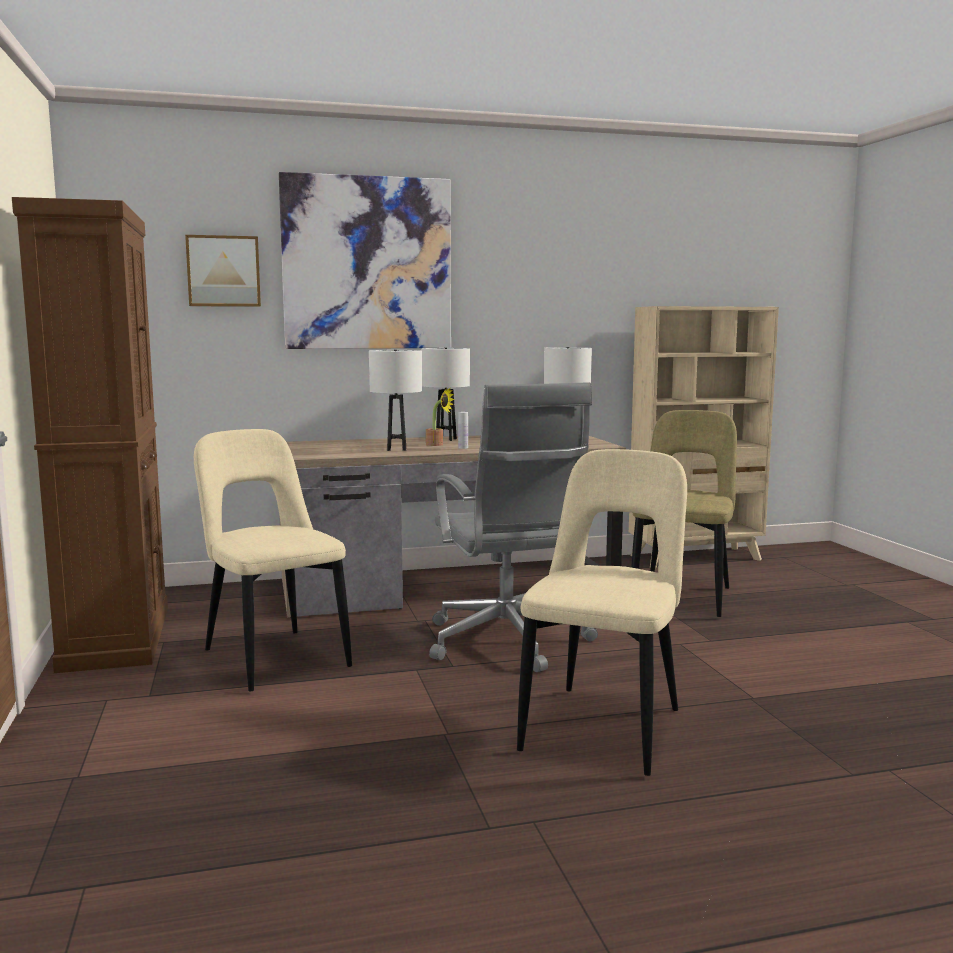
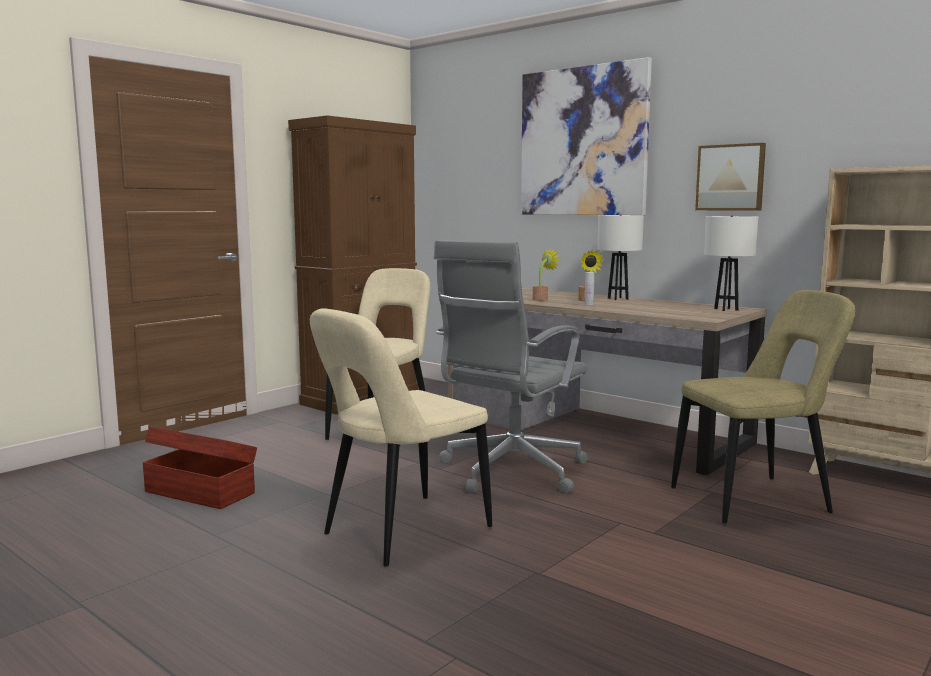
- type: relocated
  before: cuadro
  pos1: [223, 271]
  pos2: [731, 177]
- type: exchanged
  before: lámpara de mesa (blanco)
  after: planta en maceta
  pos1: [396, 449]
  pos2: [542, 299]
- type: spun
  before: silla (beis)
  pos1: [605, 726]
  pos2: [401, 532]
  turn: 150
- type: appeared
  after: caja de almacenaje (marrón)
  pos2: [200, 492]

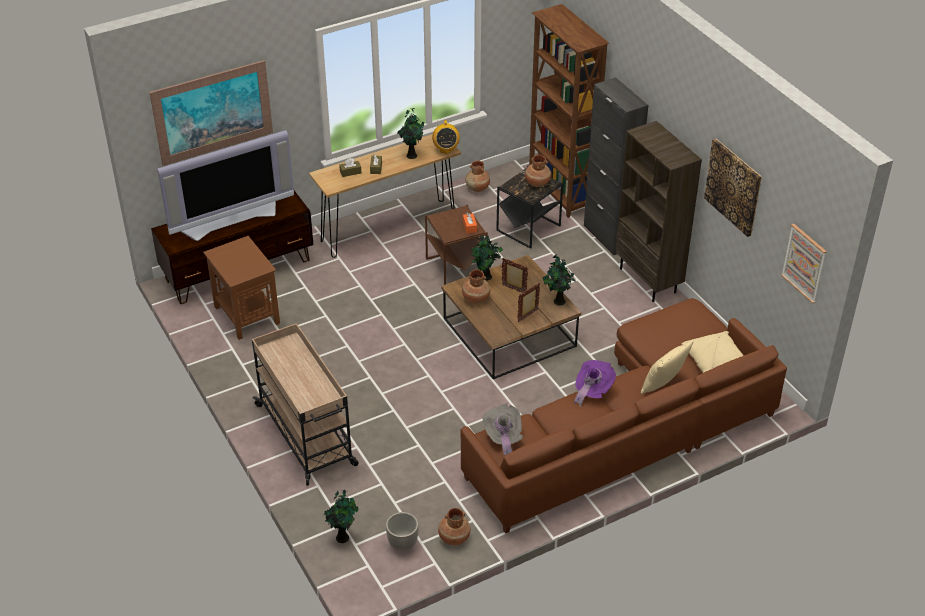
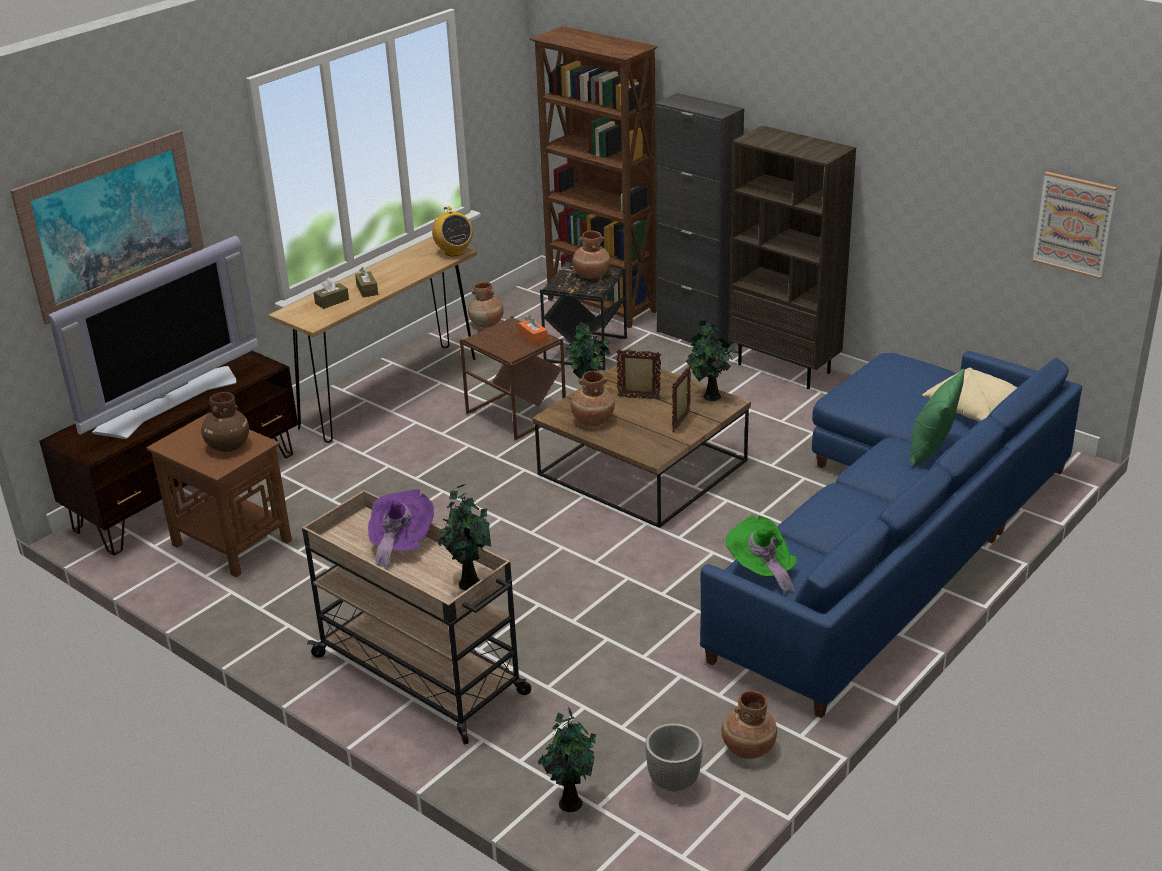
- type: relocated
  before: planta en maceta
  pos1: [411, 155]
  pos2: [468, 582]
- type: missing
  before: cuadro
  pos1: [733, 187]
- type: colour
  before: sofá (marrón)
  after: sofá (azul)
  pos1: [630, 429]
  pos2: [894, 536]
- type: colour
  before: cojín (beis)
  after: cojín (verde)
  pos1: [663, 384]
  pos2: [931, 450]
- type: relocated
  before: sombrero (morado)
  pos1: [592, 390]
  pos2: [400, 544]
- type: colour
  before: sombrero (gris)
  after: sombrero (verde)
  pos1: [503, 437]
  pos2: [762, 570]
- type: appeared
  after: florero (marrón)
  pos2: [228, 446]

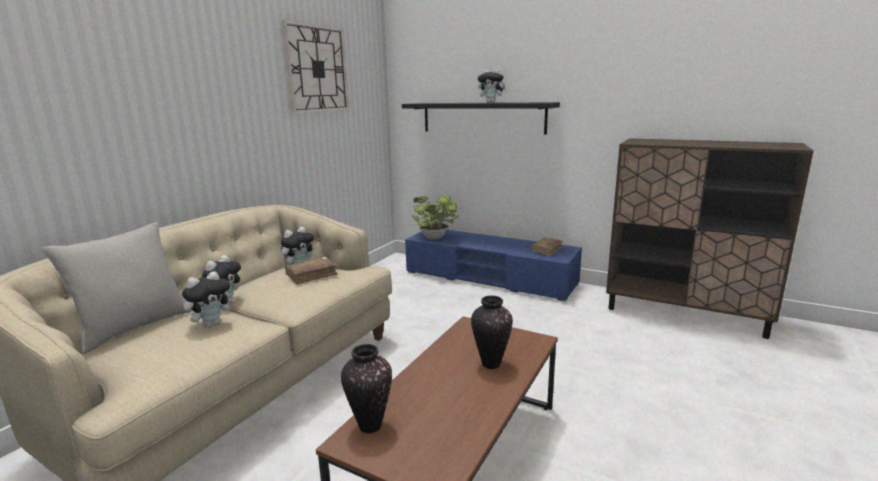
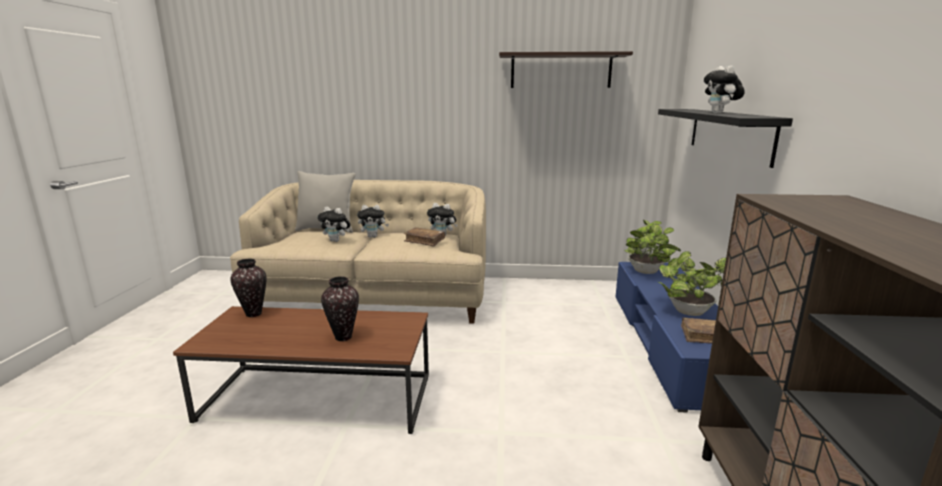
- type: exchanged
  before: reloj de pared
  after: estante
  pos1: [317, 69]
  pos2: [561, 71]
- type: appeared
  after: planta en maceta
  pos2: [685, 311]

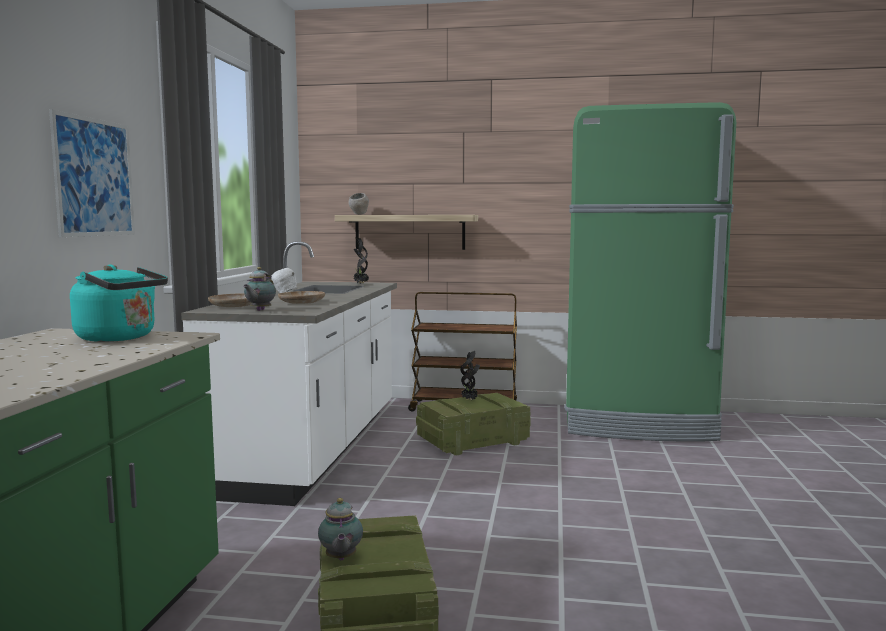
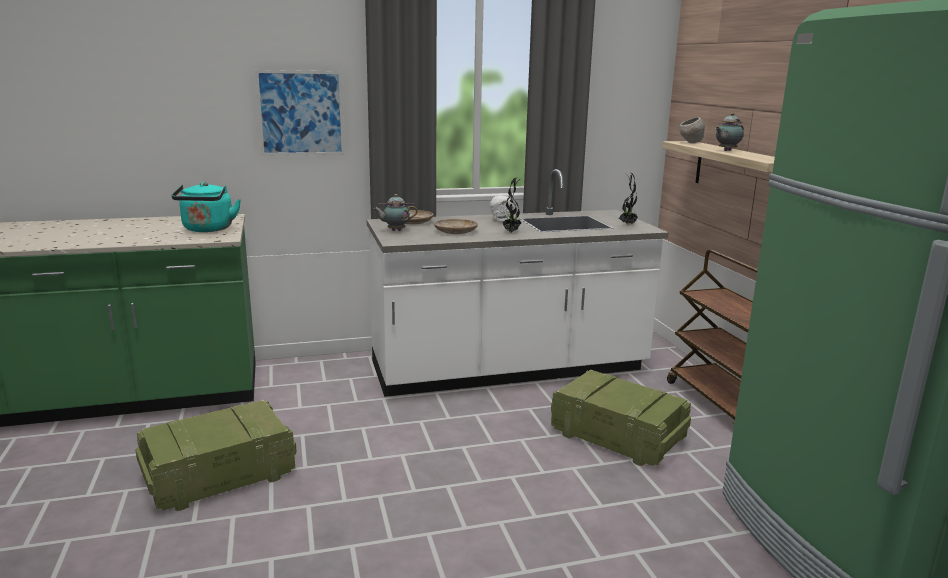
- type: relocated
  before: planta en maceta
  pos1: [470, 400]
  pos2: [511, 232]
- type: relocated
  before: tetera
  pos1: [340, 559]
  pos2: [726, 151]

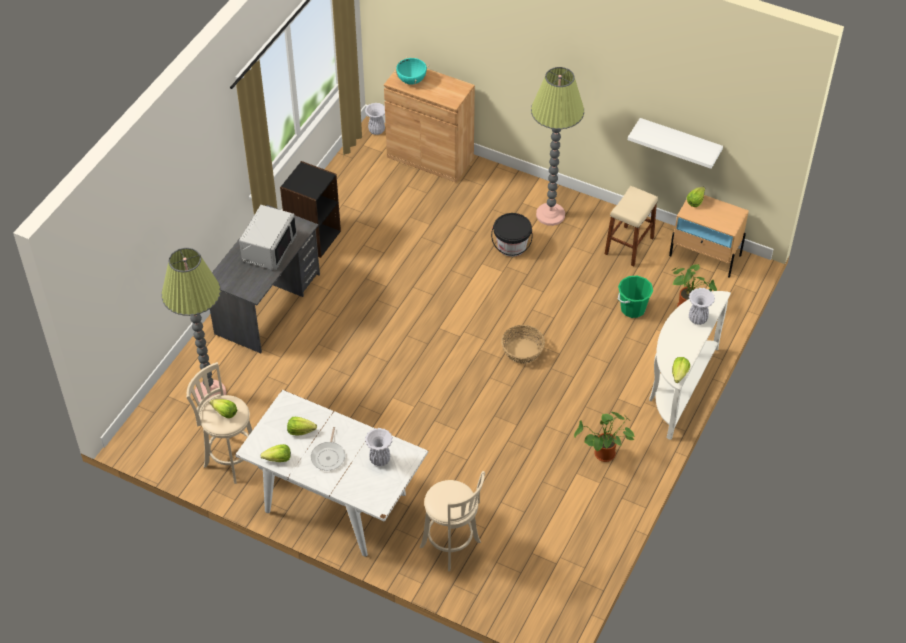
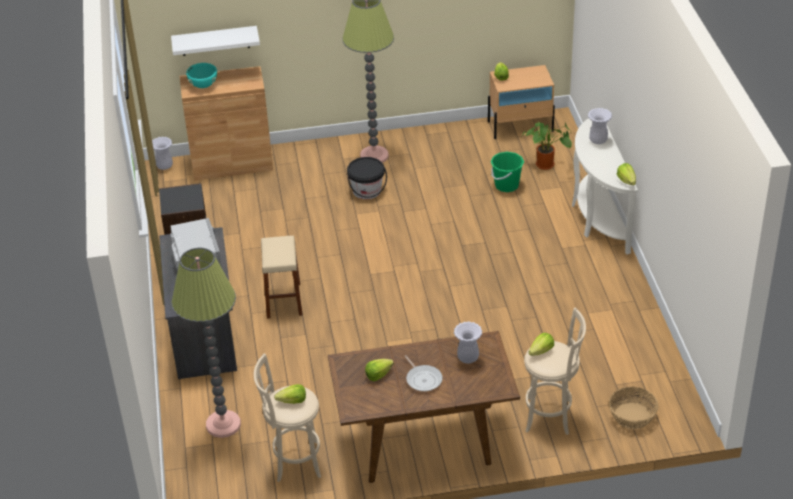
- type: relocated
  before: estante (blanco)
  pos1: [679, 140]
  pos2: [215, 41]
- type: relocated
  before: taburete (beis)
  pos1: [629, 246]
  pos2: [283, 300]
- type: relocated
  before: cesta
  pos1: [522, 351]
  pos2: [632, 415]
- type: colour
  before: mesa de comedor (blanco)
  after: mesa de comedor (marrón)
  pos1: [336, 503]
  pos2: [424, 441]
- type: missing
  before: planta en maceta
  pos1: [603, 456]
- type: relocated
  before: lechuga
  pos1: [278, 459]
  pos2: [541, 351]

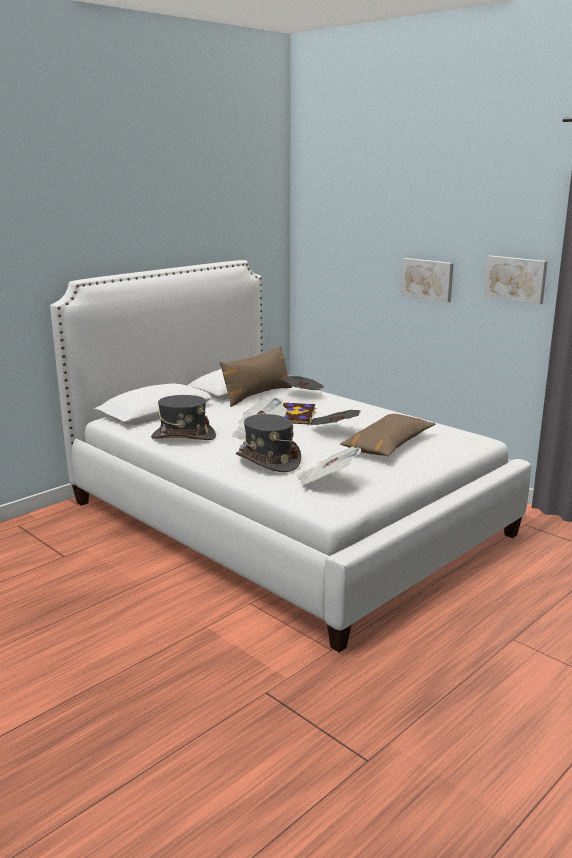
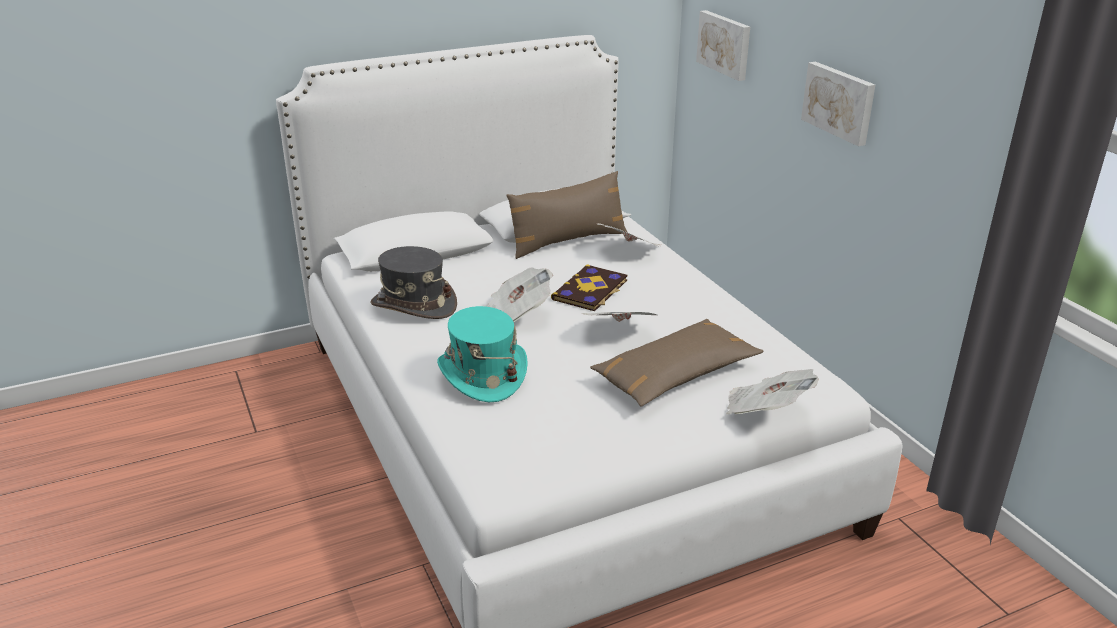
- type: relocated
  before: cuadro
  pos1: [516, 279]
  pos2: [725, 44]
- type: colour
  before: sombrero (gris)
  after: sombrero (turquesa)
  pos1: [268, 461]
  pos2: [482, 375]
- type: relocated
  before: periódico
  pos1: [326, 481]
  pos2: [765, 411]

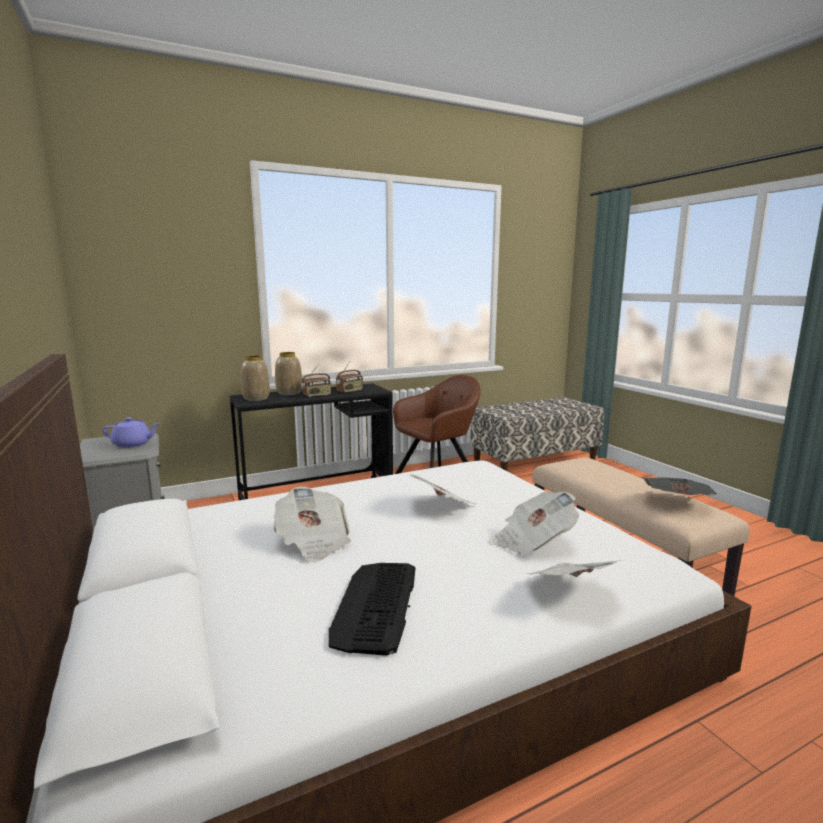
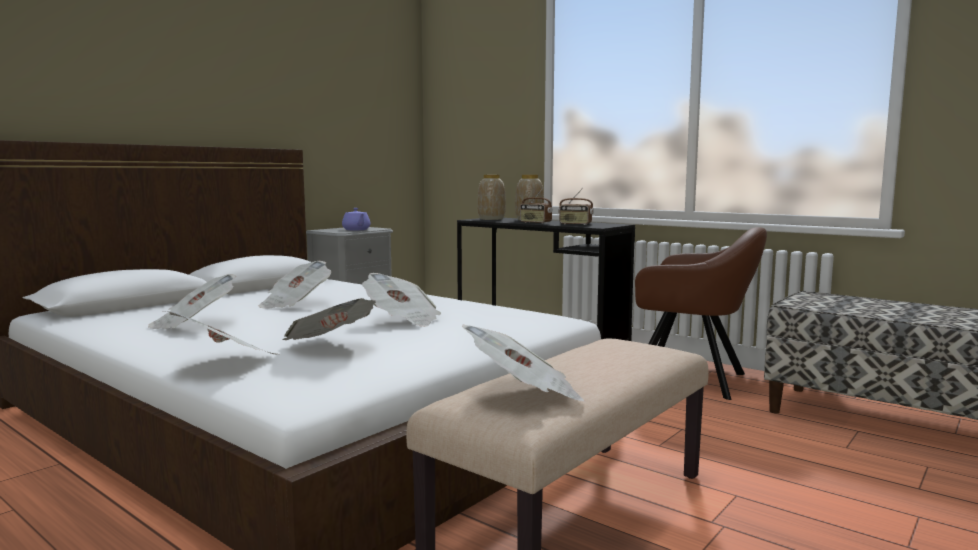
- type: exchanged
  before: teclado
  after: periódico
  pos1: [376, 605]
  pos2: [194, 324]

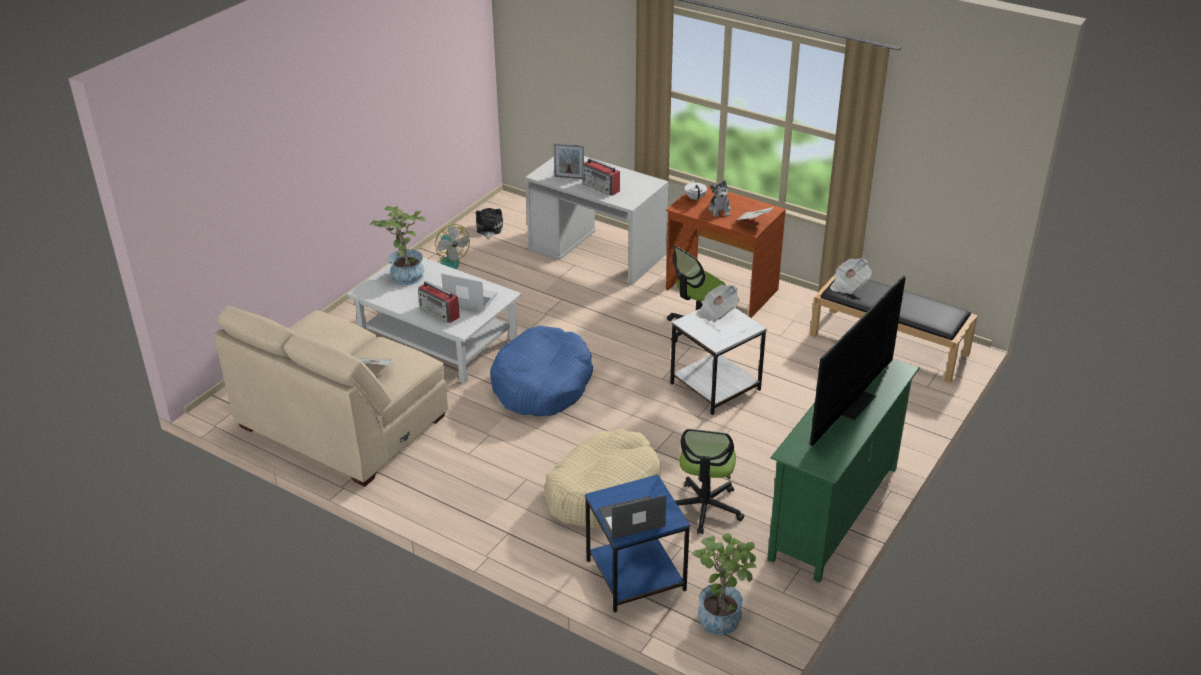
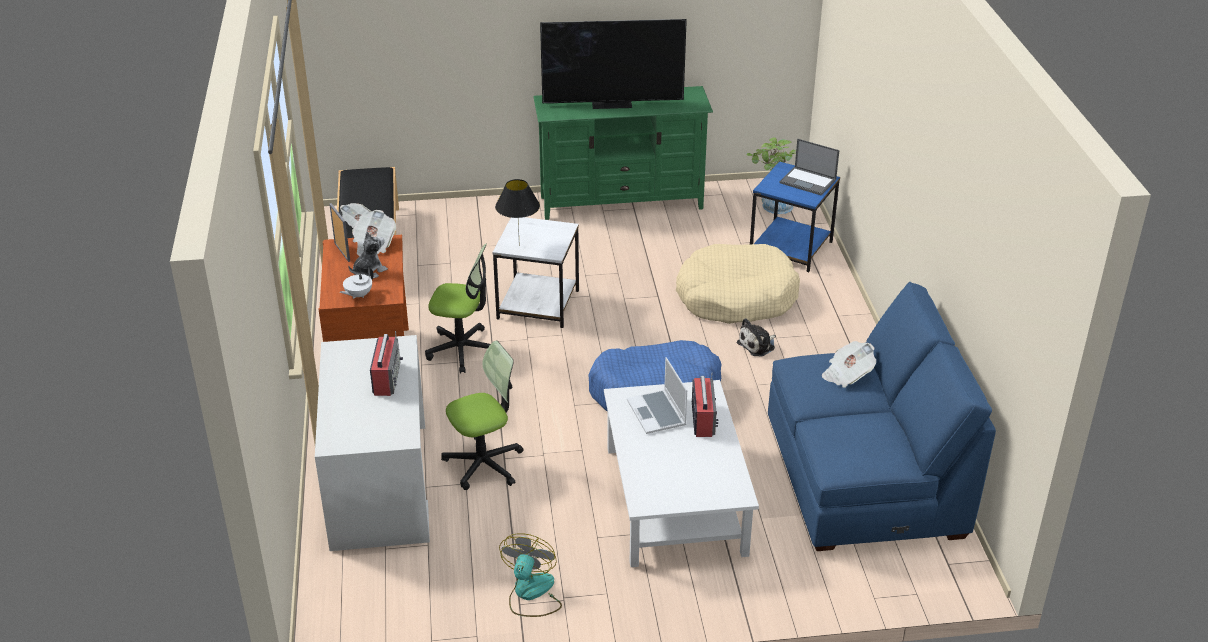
- type: relocated
  before: portarretratos
  pos1: [569, 177]
  pos2: [342, 252]
- type: missing
  before: planta en maceta
  pos1: [405, 273]
- type: relocated
  before: peluche
  pos1: [489, 229]
  pos2: [758, 345]
- type: exchanged
  before: periódico
  after: lámpara de mesa (negro)
  pos1: [716, 312]
  pos2: [519, 245]
- type: colour
  before: sofá (beis)
  after: sofá (azul)
  pos1: [343, 422]
  pos2: [863, 478]
- type: relocated
  before: silla de oficina
  pos1: [704, 508]
  pos2: [484, 464]

